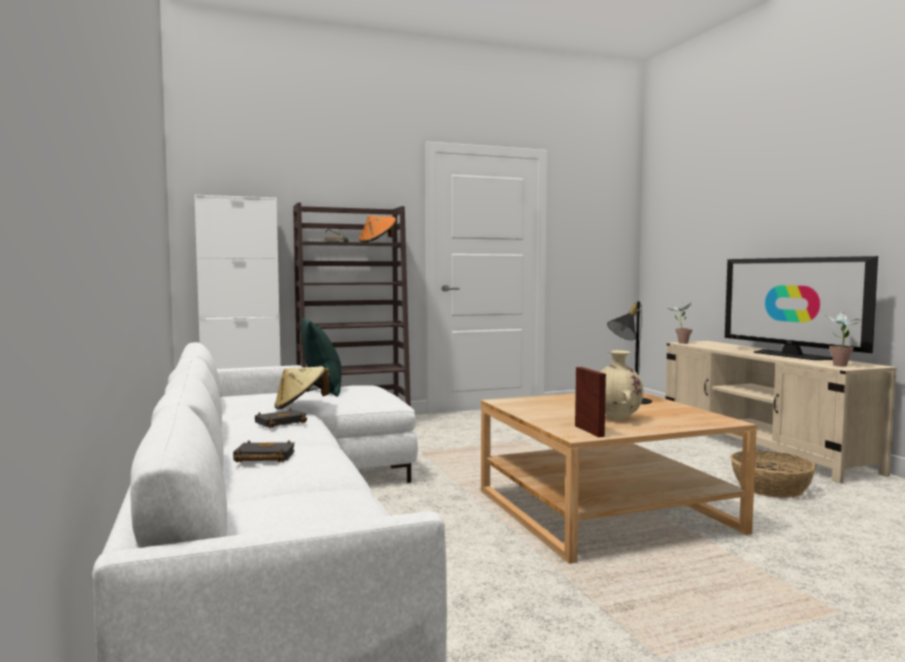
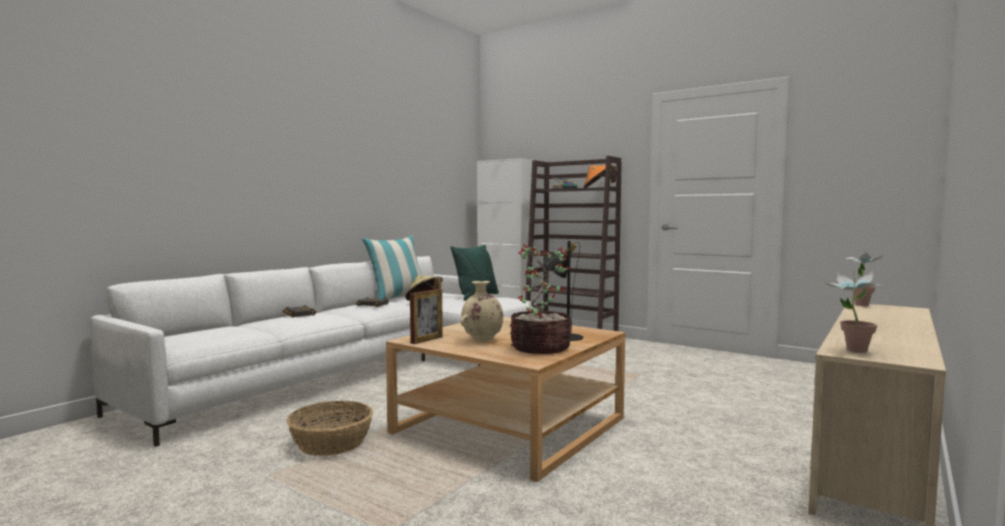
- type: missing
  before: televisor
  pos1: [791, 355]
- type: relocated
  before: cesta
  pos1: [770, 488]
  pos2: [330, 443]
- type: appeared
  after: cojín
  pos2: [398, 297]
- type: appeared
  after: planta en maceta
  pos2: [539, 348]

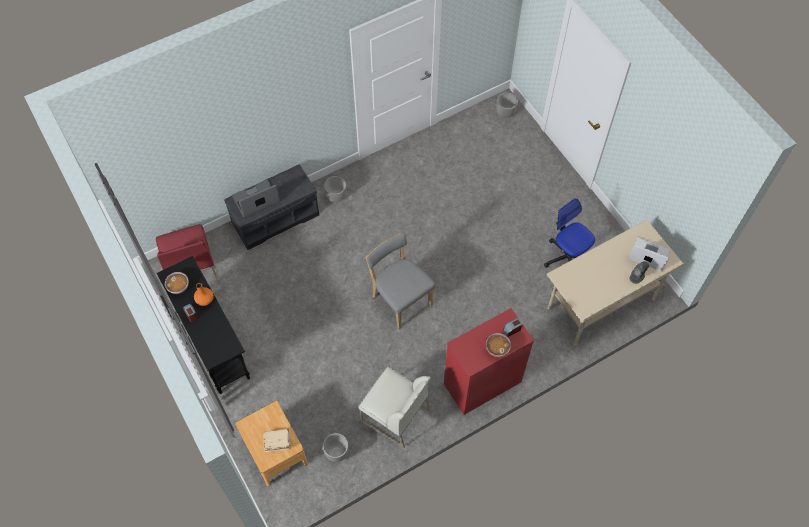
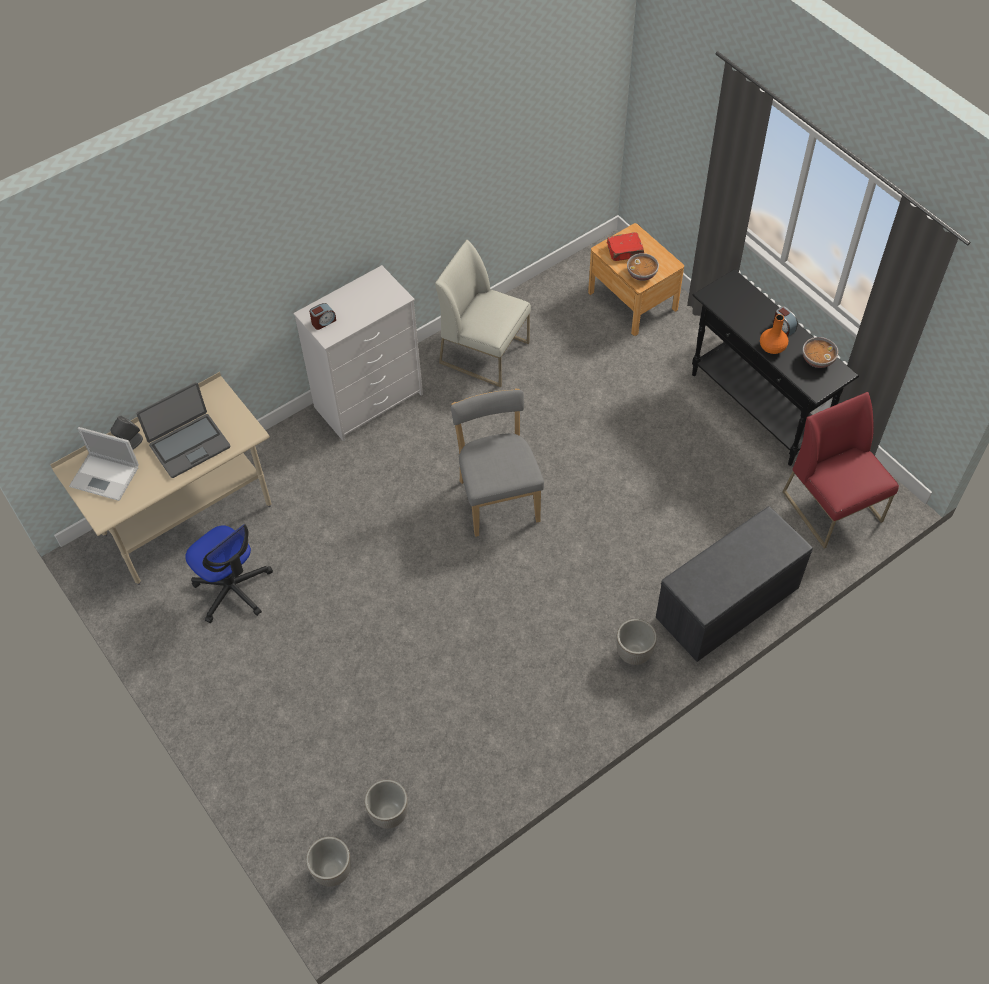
- type: relocated
  before: portátil
  pos1: [256, 200]
  pos2: [189, 445]
- type: spun
  before: silla (gris)
  pos1: [400, 299]
  pos2: [498, 497]
  turn: -150
- type: colour
  before: cómoda (rojo)
  after: cómoda (blanco)
  pos1: [482, 383]
  pos2: [369, 400]
- type: relocated
  before: cuenco
  pos1: [497, 348]
  pos2: [642, 274]
- type: colour
  before: libro (beis)
  after: libro (rojo)
  pos1: [277, 442]
  pos2: [625, 252]
- type: relocated
  before: maceta
  pos1: [336, 453]
  pos2: [389, 814]

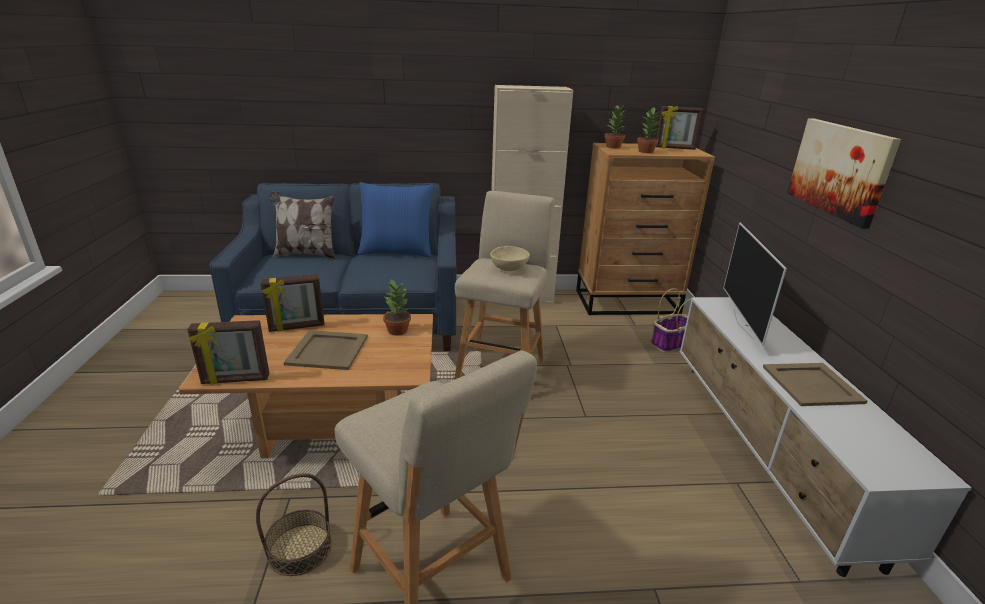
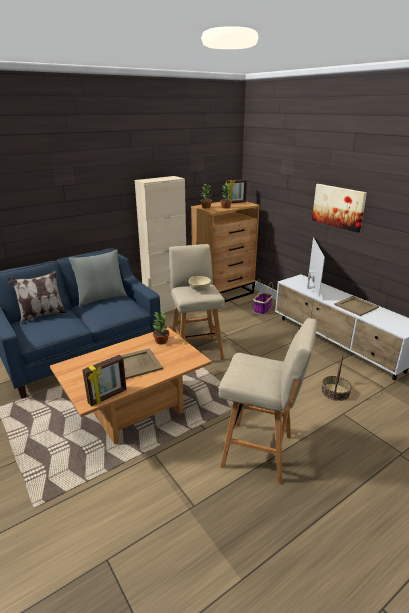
- type: colour
  before: cojín (azul)
  after: cojín (gris)
  pos1: [397, 252]
  pos2: [101, 298]
- type: spun
  before: televisor
  pos1: [744, 324]
  pos2: [310, 288]
  turn: -150
- type: missing
  before: portarretratos
  pos1: [297, 327]
- type: relocated
  before: cesta
  pos1: [300, 548]
  pos2: [335, 392]

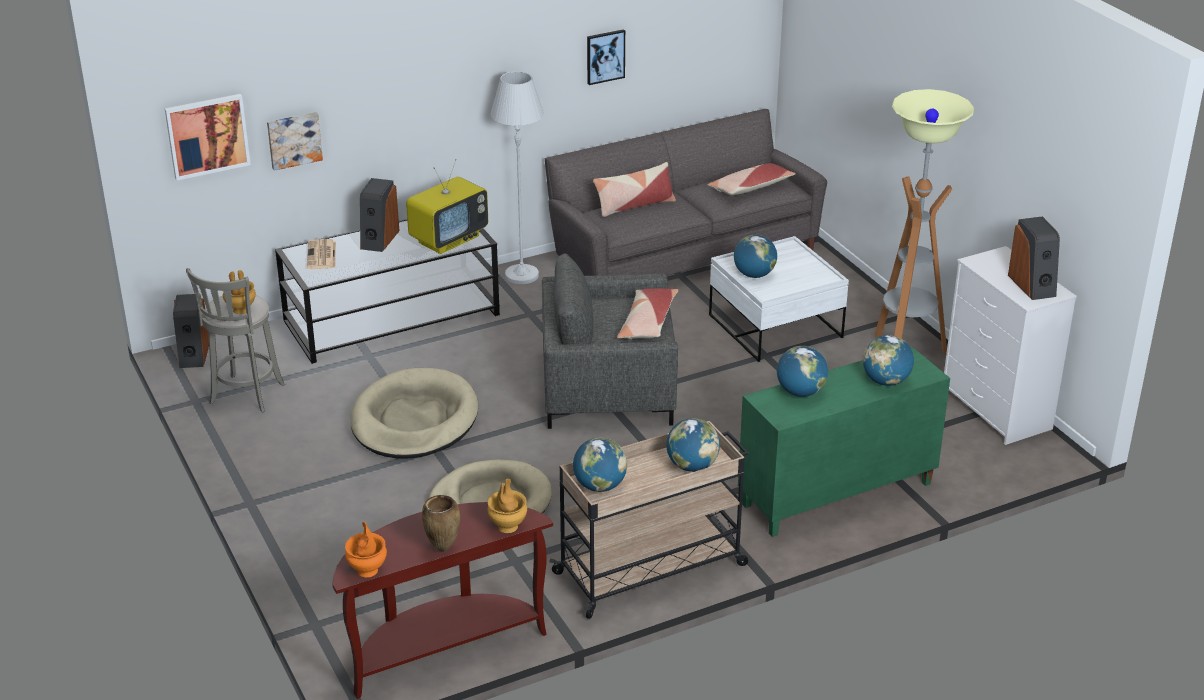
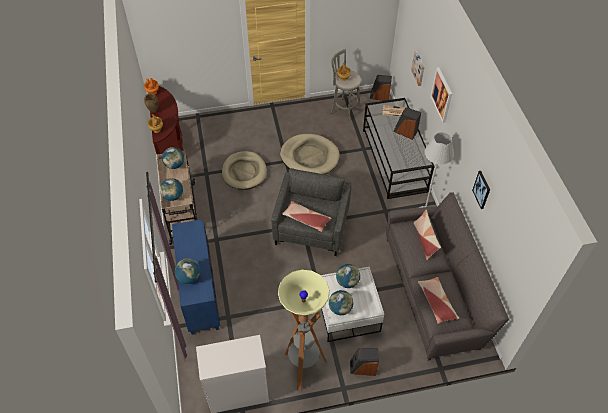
- type: relocated
  before: cuadro
  pos1: [207, 136]
  pos2: [442, 95]
- type: missing
  before: televisor
  pos1: [449, 239]
- type: relocated
  before: altavoz
  pos1: [1032, 285]
  pos2: [363, 367]
- type: colour
  before: armario (verde)
  after: armario (azul)
  pos1: [836, 495]
  pos2: [200, 292]
- type: relocated
  before: globo terráqueo
  pos1: [800, 392]
  pos2: [340, 308]

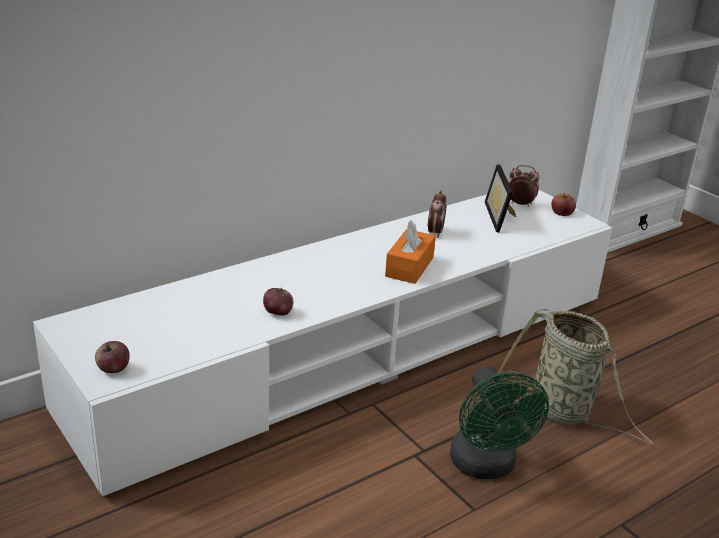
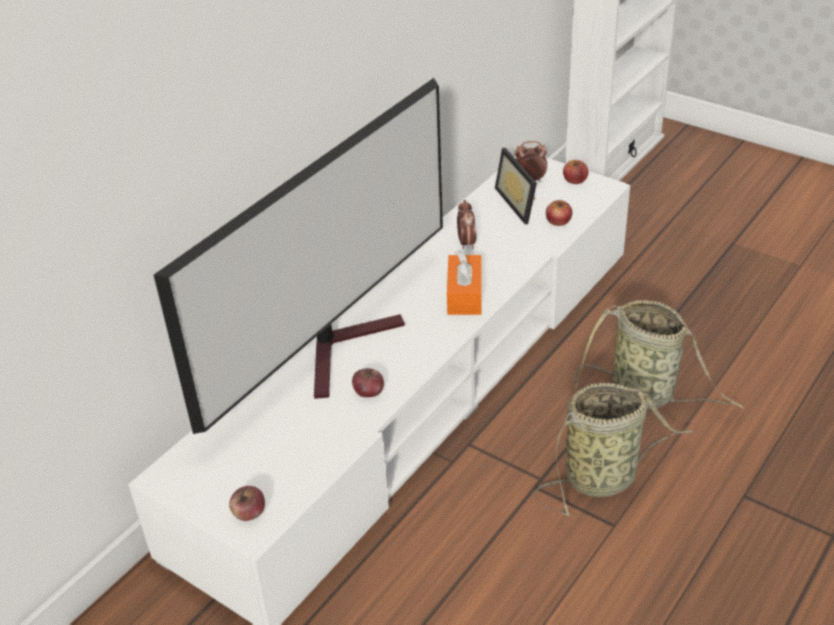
- type: exchanged
  before: ventilador (verde)
  after: cesta
  pos1: [486, 467]
  pos2: [604, 477]
- type: appeared
  after: televisor
  pos2: [344, 346]
- type: appeared
  after: manzana
  pos2: [558, 221]

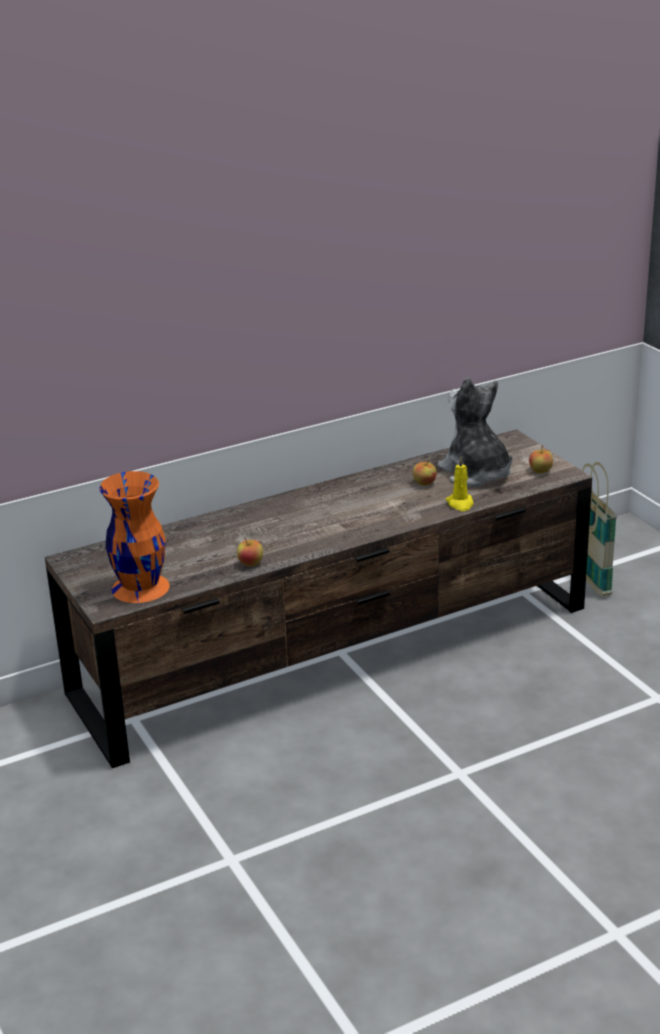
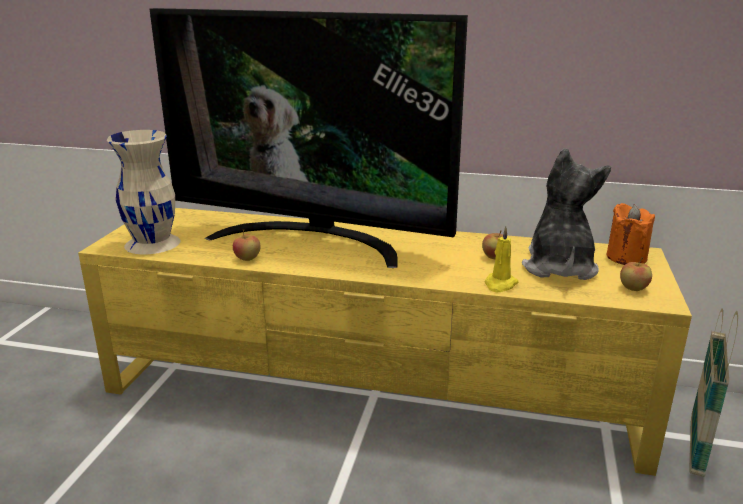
- type: colour
  before: mueble de televisión (marrón)
  after: mueble de televisión (amarillo)
  pos1: [336, 649]
  pos2: [374, 390]
- type: colour
  before: florero (naranja)
  after: florero (beis)
  pos1: [140, 587]
  pos2: [153, 243]
- type: appeared
  after: televisor
  pos2: [312, 239]
- type: appeared
  after: vela (naranja)
  pos2: [626, 257]

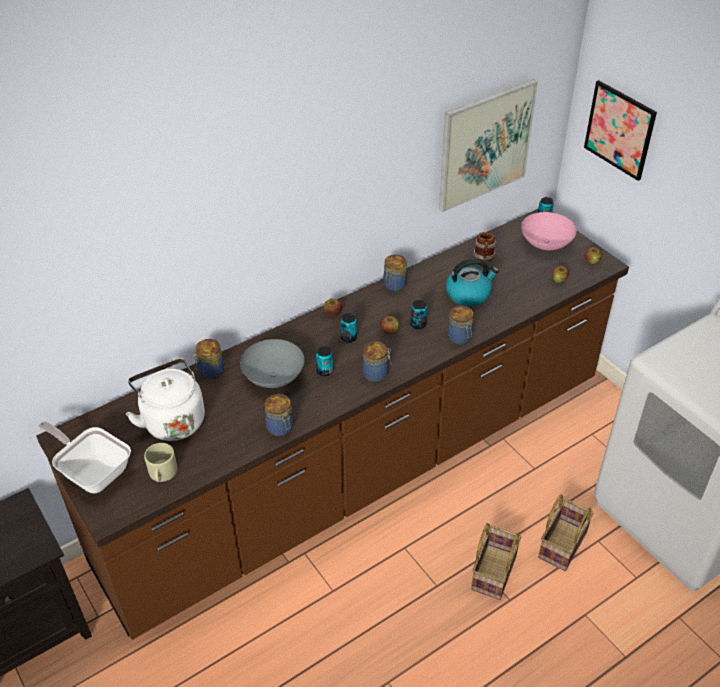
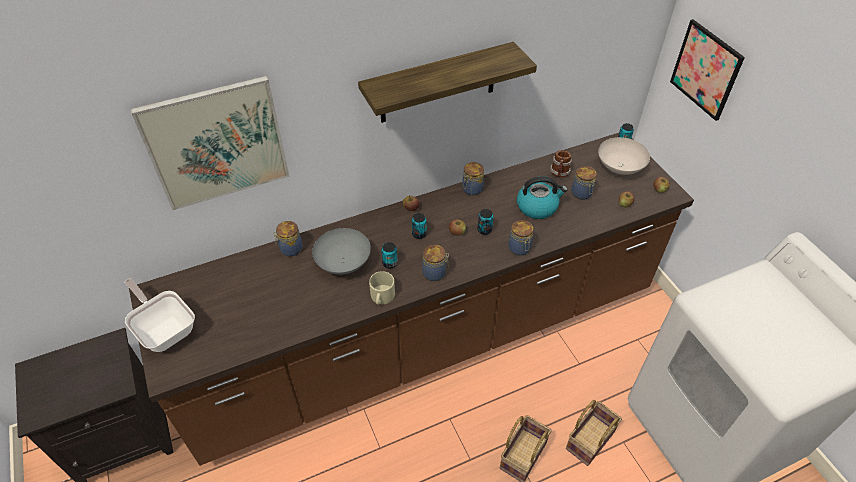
- type: relocated
  before: cuadro
  pos1: [485, 145]
  pos2: [216, 143]
- type: colour
  before: cuenco (rosa)
  after: cuenco (blanco)
  pos1: [545, 244]
  pos2: [619, 167]
- type: missing
  before: hervidor (blanco)
  pos1: [172, 420]
- type: relocated
  before: tarro
  pos1: [280, 428]
  pos2: [582, 194]
- type: relocated
  before: taza grande (beis)
  pos1: [162, 473]
  pos2: [382, 297]
- type: appeared
  after: estante
  pos2: [438, 83]

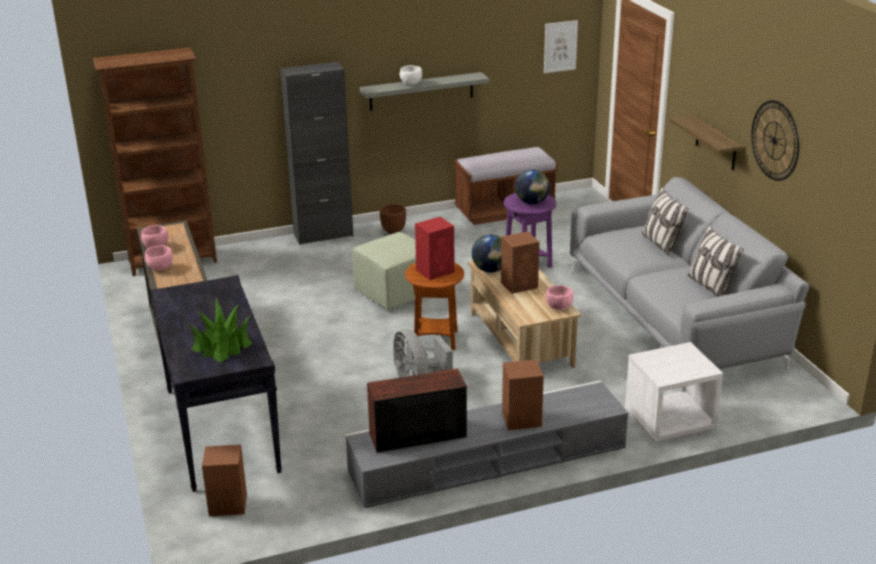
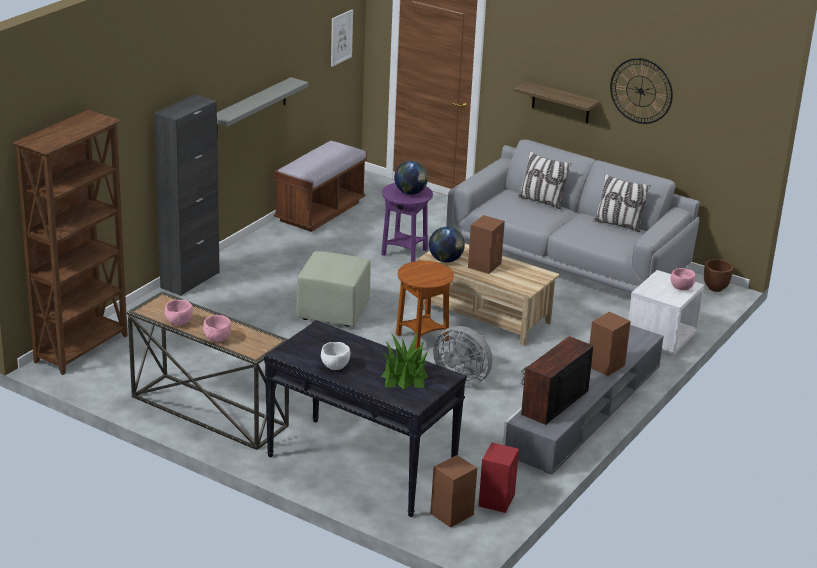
- type: relocated
  before: cuenco (blanco)
  pos1: [411, 83]
  pos2: [335, 366]
- type: relocated
  before: maceta (marrón)
  pos1: [393, 231]
  pos2: [715, 288]
- type: relocated
  before: altavoz (rojo)
  pos1: [436, 271]
  pos2: [497, 500]
- type: relocated
  before: cuenco (rosa)
  pos1: [559, 307]
  pos2: [681, 288]

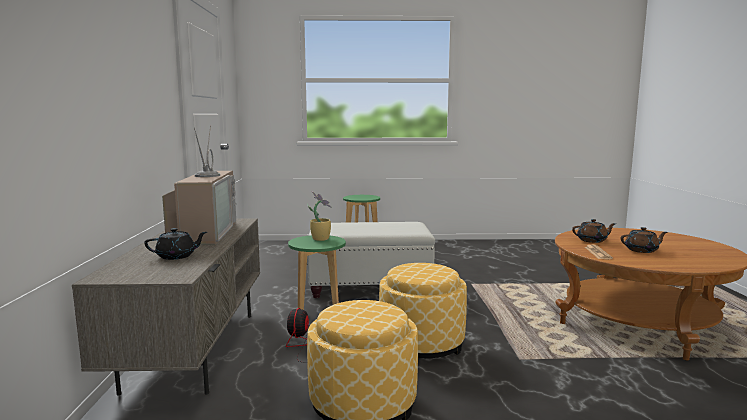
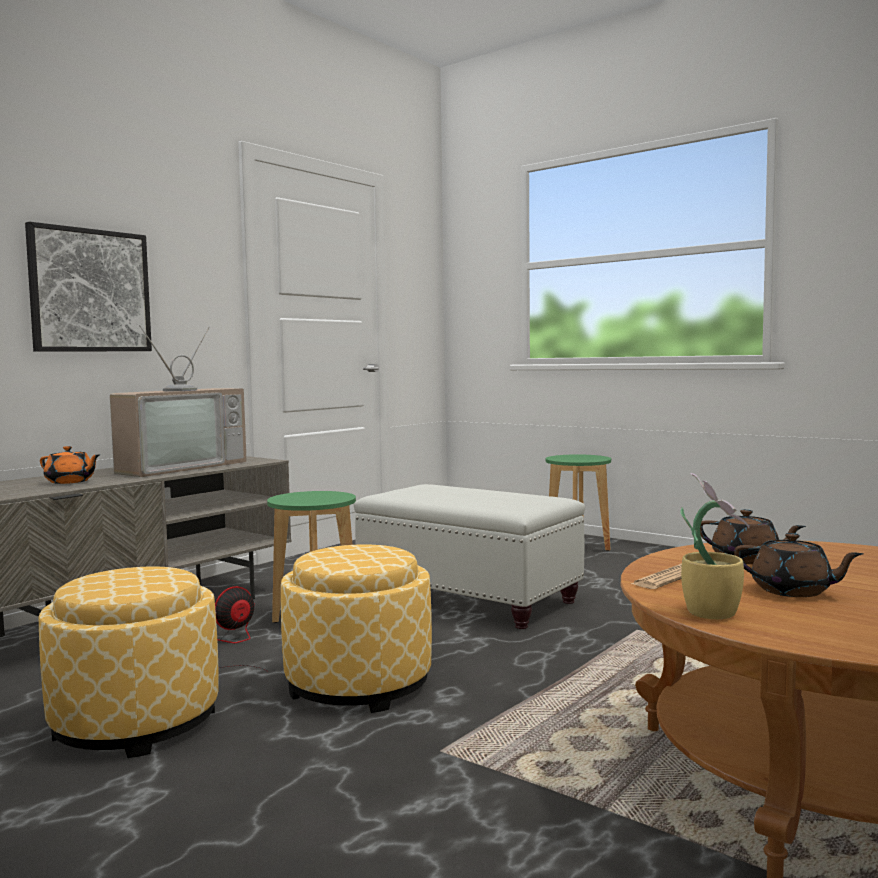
- type: relocated
  before: planta en maceta
  pos1: [320, 239]
  pos2: [711, 612]
- type: colour
  before: tetera (negro)
  after: tetera (naranja)
  pos1: [177, 256]
  pos2: [70, 482]
- type: appeared
  after: cuadro
  pos2: [90, 291]

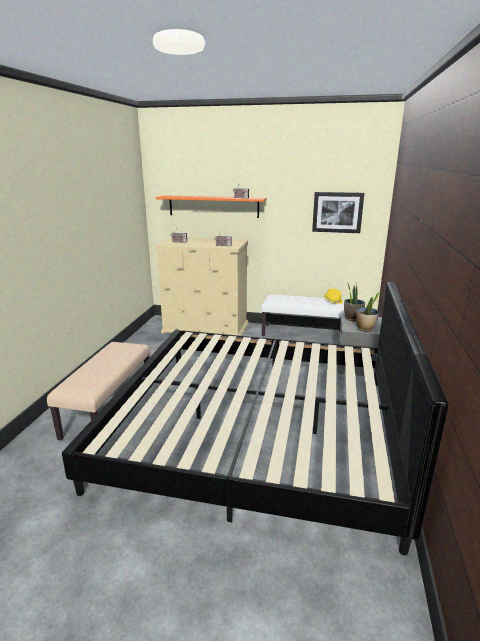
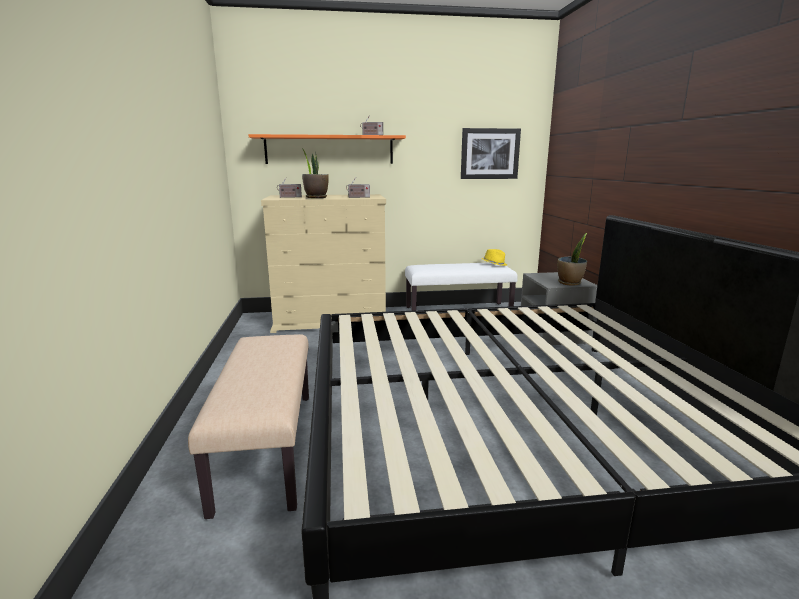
- type: relocated
  before: planta en maceta
  pos1: [352, 318]
  pos2: [316, 197]

